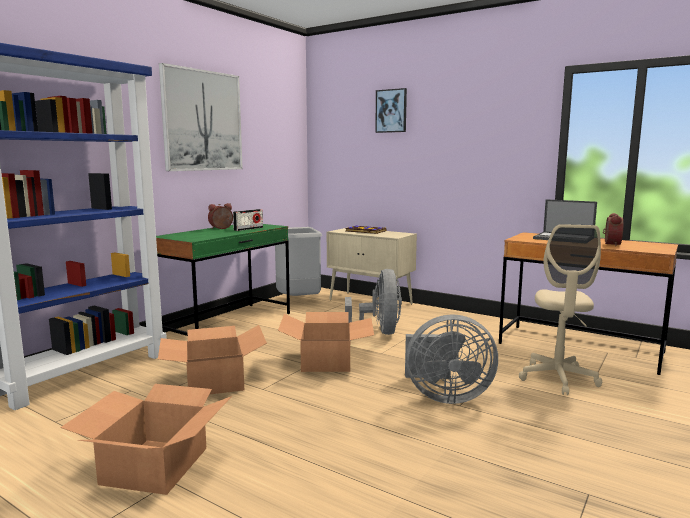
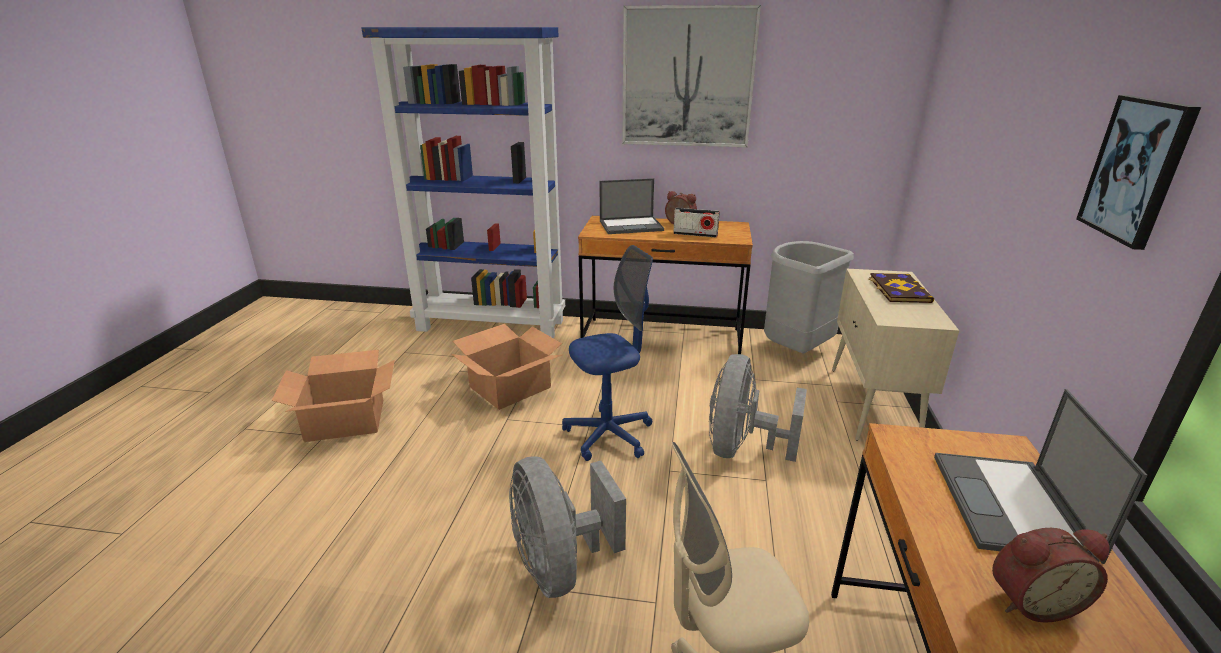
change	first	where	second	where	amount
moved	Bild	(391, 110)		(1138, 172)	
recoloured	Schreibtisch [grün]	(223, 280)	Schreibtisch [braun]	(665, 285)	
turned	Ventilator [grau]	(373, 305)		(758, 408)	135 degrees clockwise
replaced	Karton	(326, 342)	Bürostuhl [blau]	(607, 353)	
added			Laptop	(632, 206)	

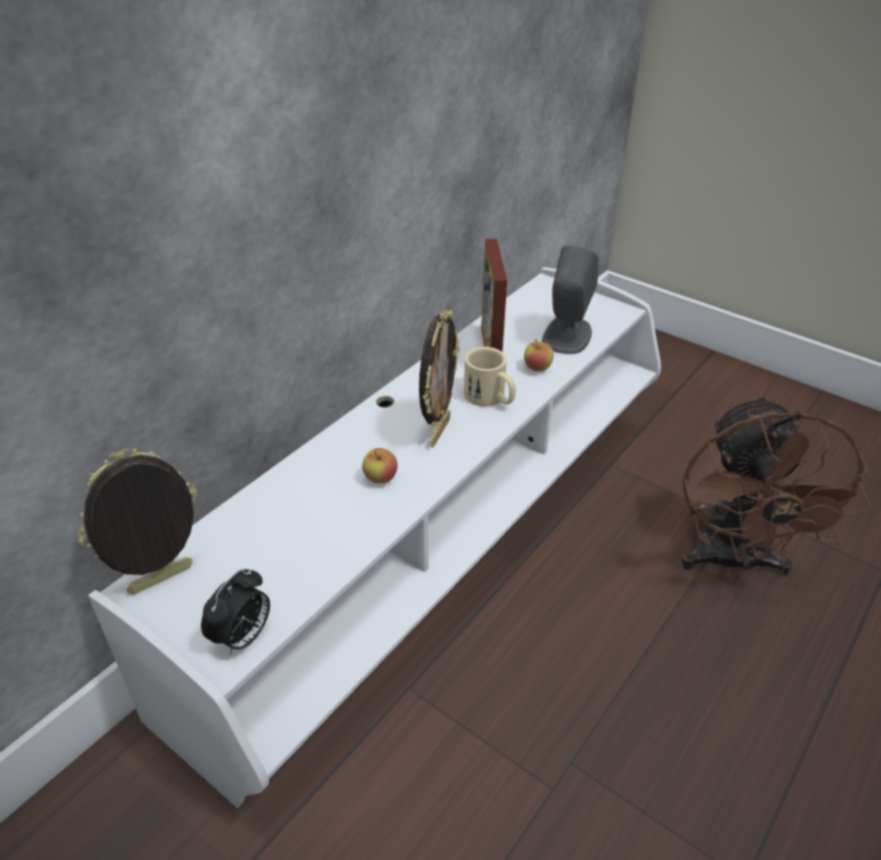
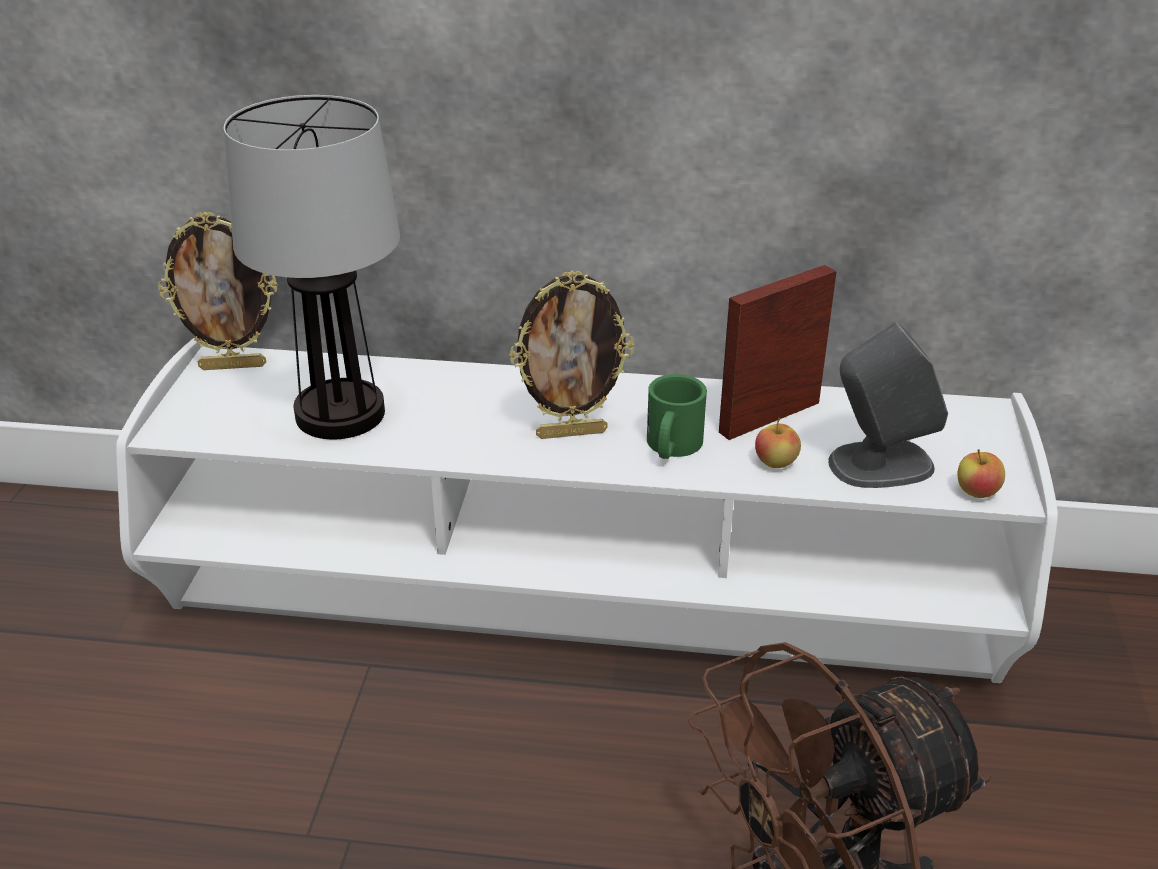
change	first	where	second	where	amount
recoloured	Henkelbecher [beige]	(490, 377)	Henkelbecher [grün]	(677, 416)	
moved	Apfel	(379, 466)		(981, 473)	
turned	Bilderrahmen	(137, 522)		(217, 290)	150 degrees clockwise
removed	Wecker	(235, 612)			
added			Tischlampe	(311, 267)	

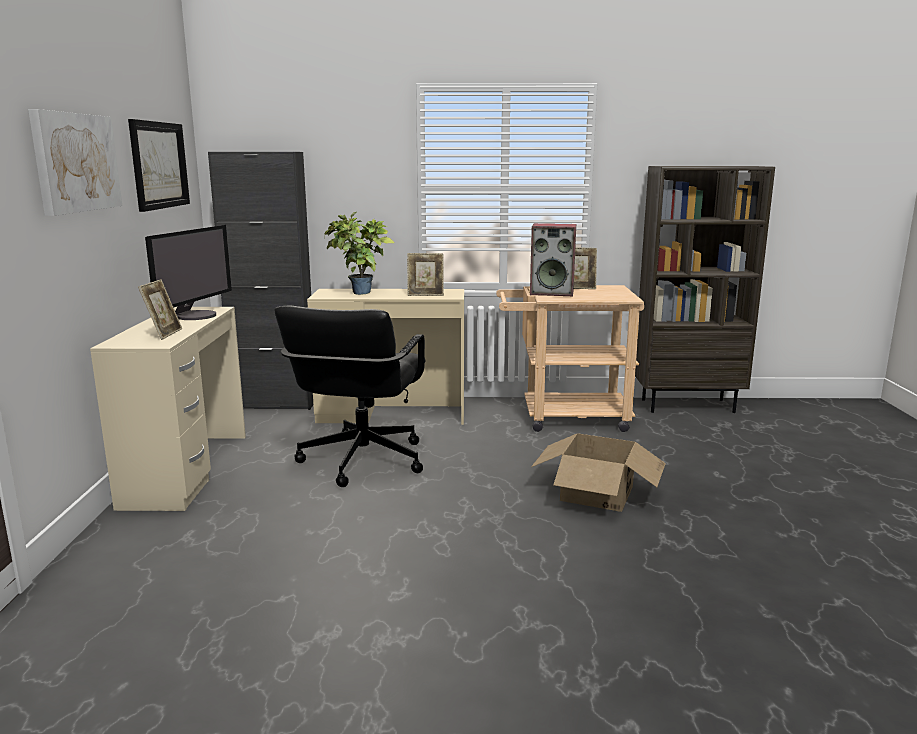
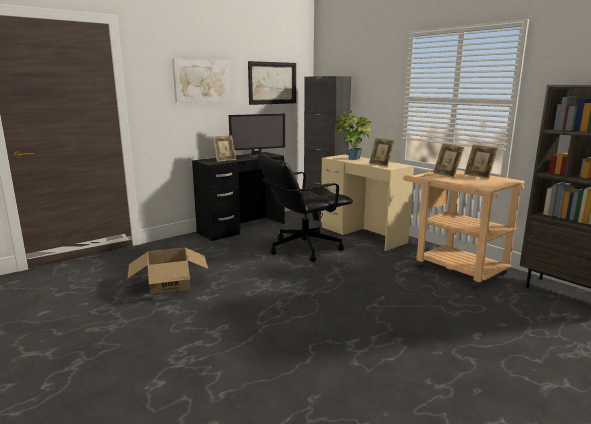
change	first	where	second	where	amount
replaced	Lautsprecher	(553, 259)	Bilderrahmen	(448, 160)	
recoloured	Schreibtisch [beige]	(168, 409)	Schreibtisch [schwarz]	(238, 196)	
moved	Karton	(598, 473)		(167, 271)	

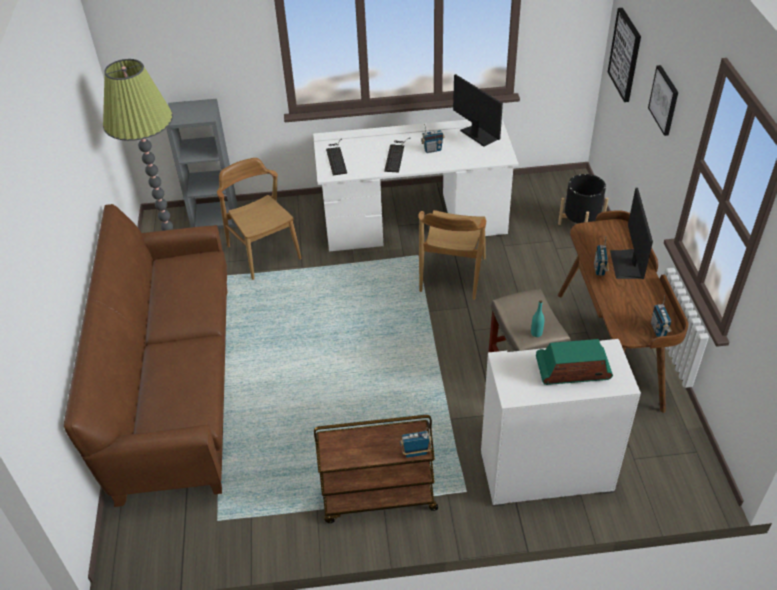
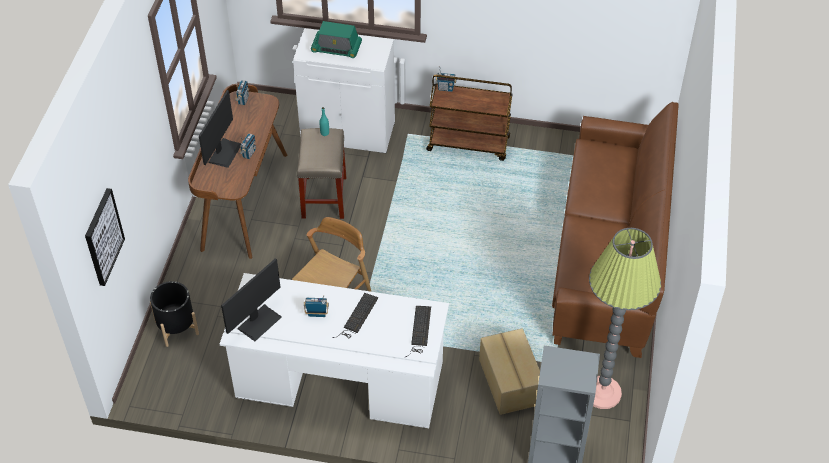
change	first	where	second	where	amount
removed	Bild	(663, 100)			
turned	Monitor	(478, 110)		(251, 299)	120 degrees counterclockwise
replaced	Stuhl [braun]	(259, 219)	Karton	(509, 371)	

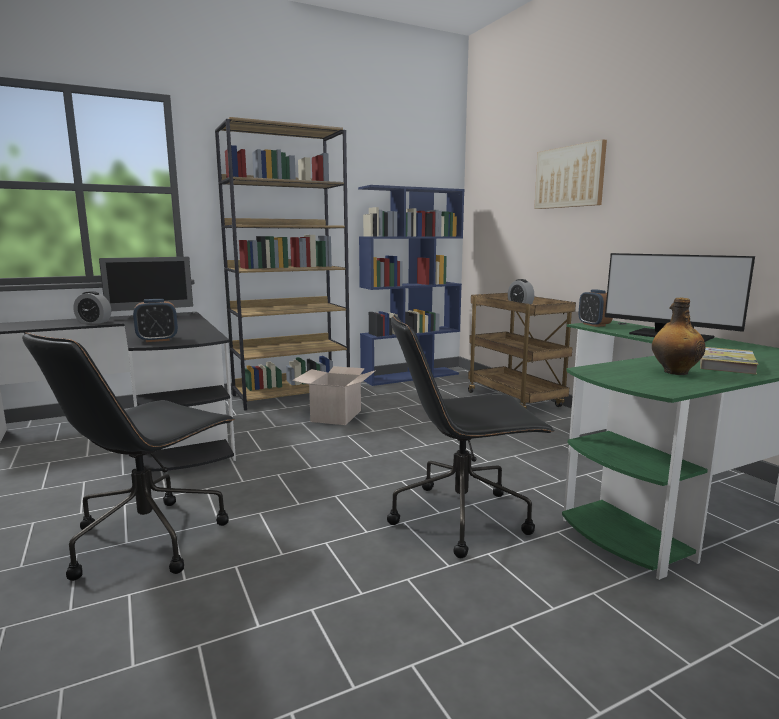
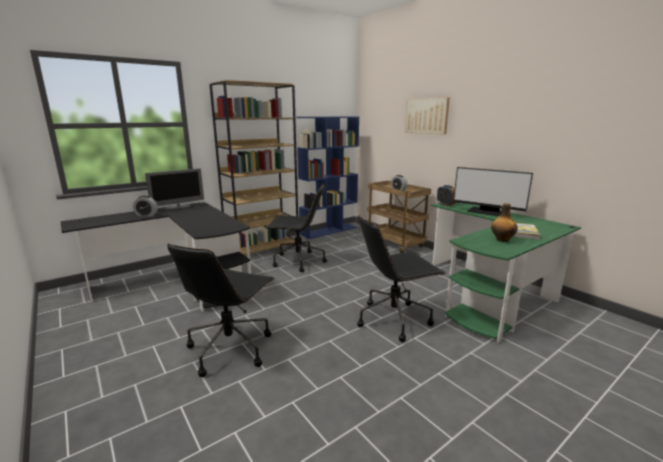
change	first	where	second	where	amount
removed	Wecker	(155, 320)			
replaced	Karton	(334, 395)	Bürostuhl [schwarz]	(296, 228)	

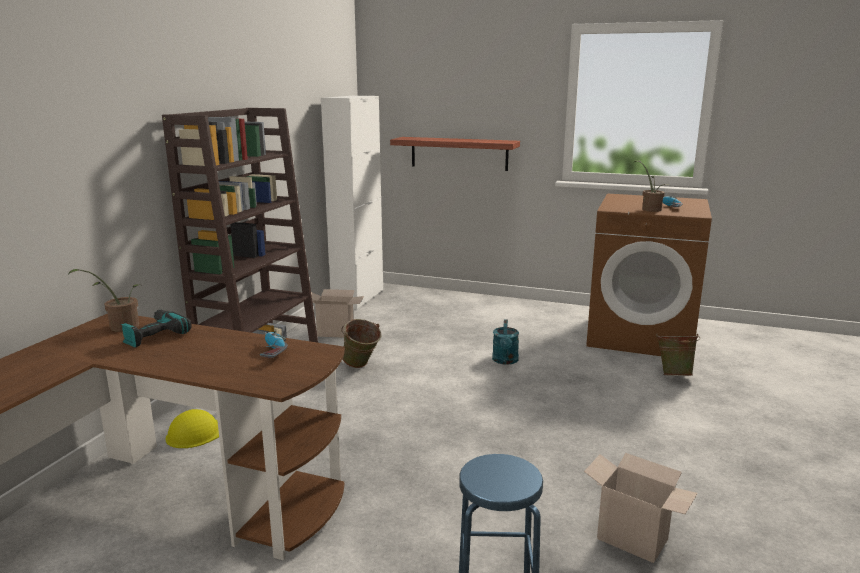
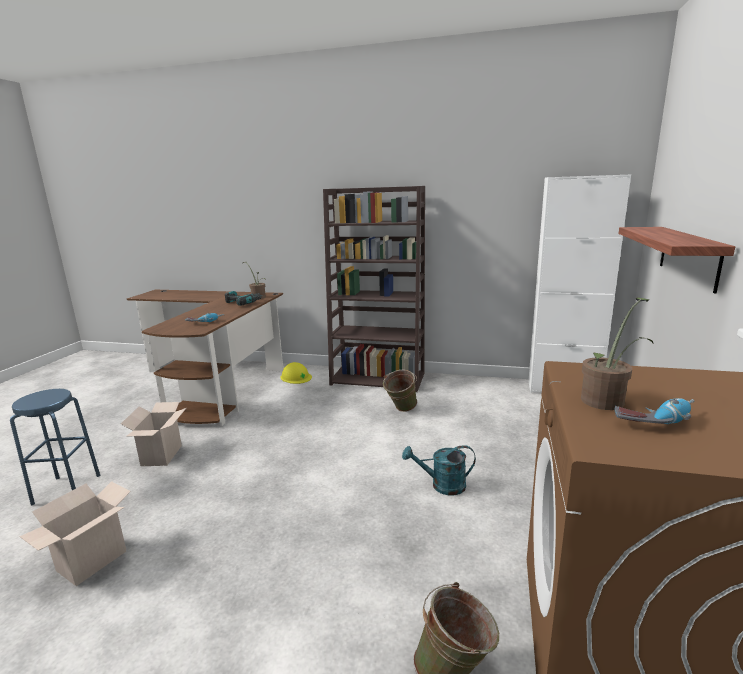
change	first	where	second	where	amount
moved	Karton	(337, 313)		(153, 434)	

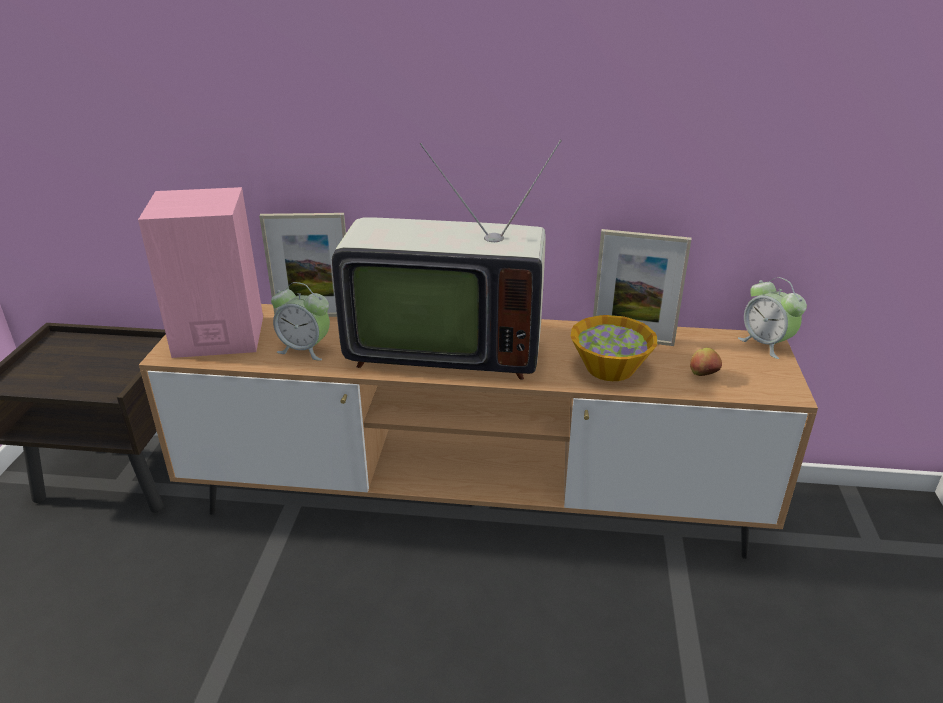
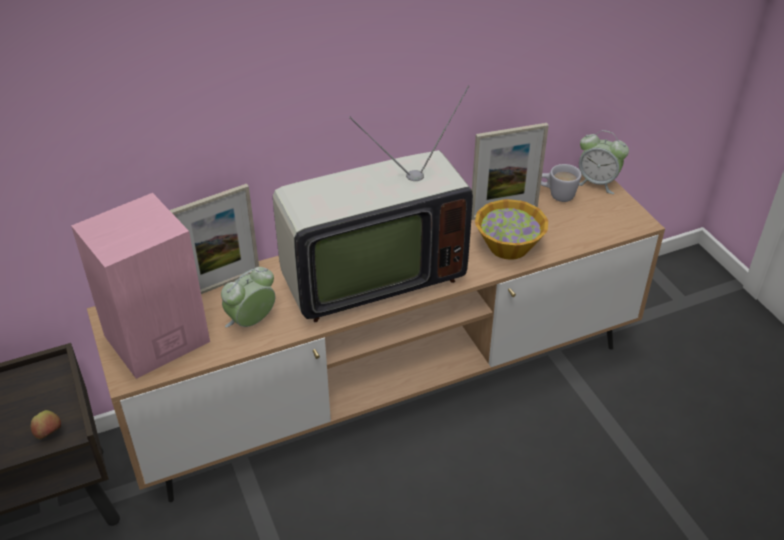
change	first	where	second	where	amount
turned	Wecker	(300, 321)		(248, 297)	150 degrees clockwise
moved	Apfel	(706, 362)		(46, 424)	
added			Henkelbecher [weiß]	(561, 183)	

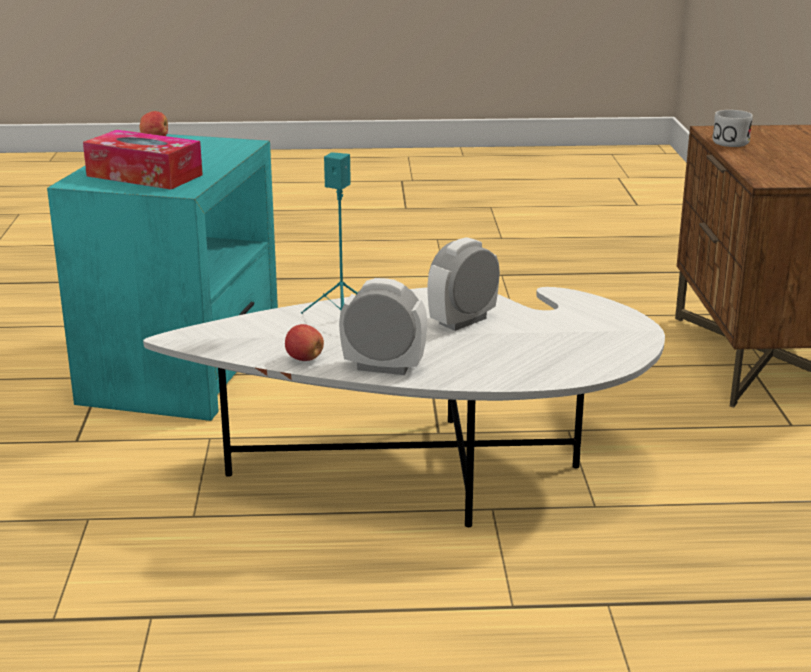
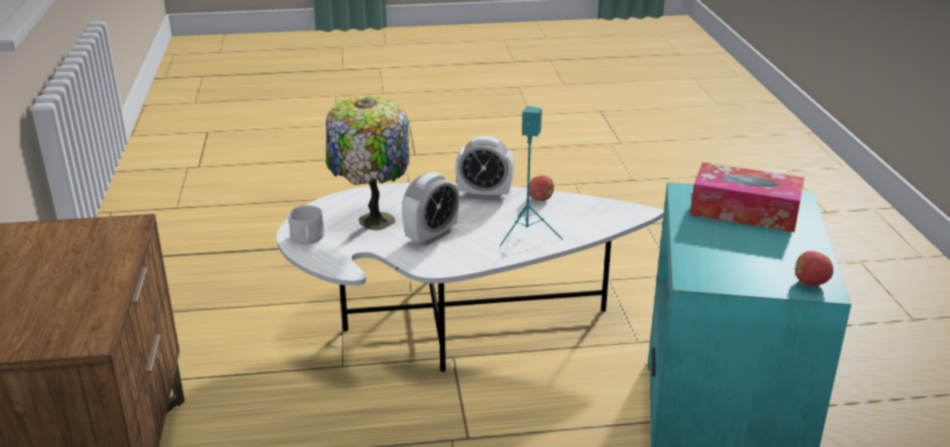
change	first	where	second	where	amount
moved	Henkelbecher [weiß]	(732, 128)		(306, 224)	
added			Tischlampe	(367, 164)	

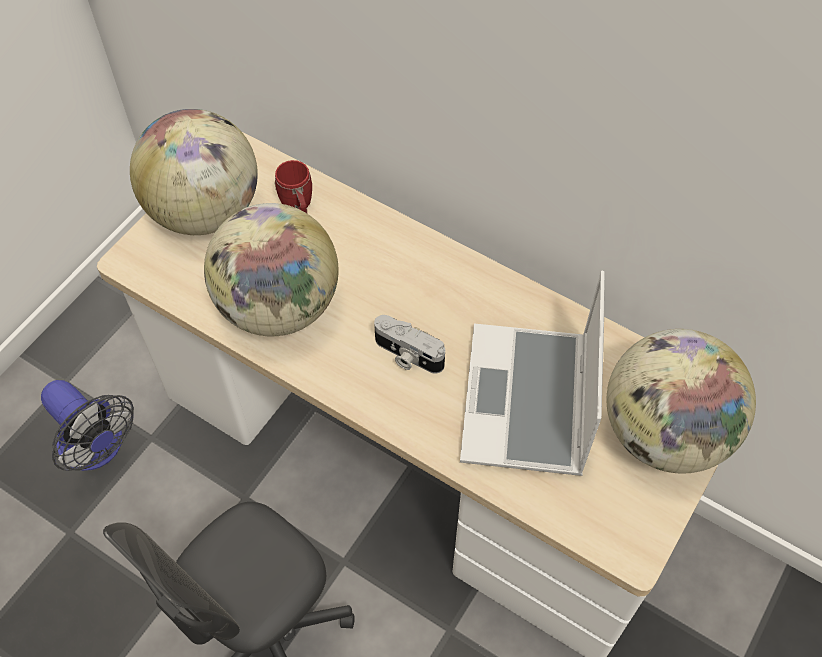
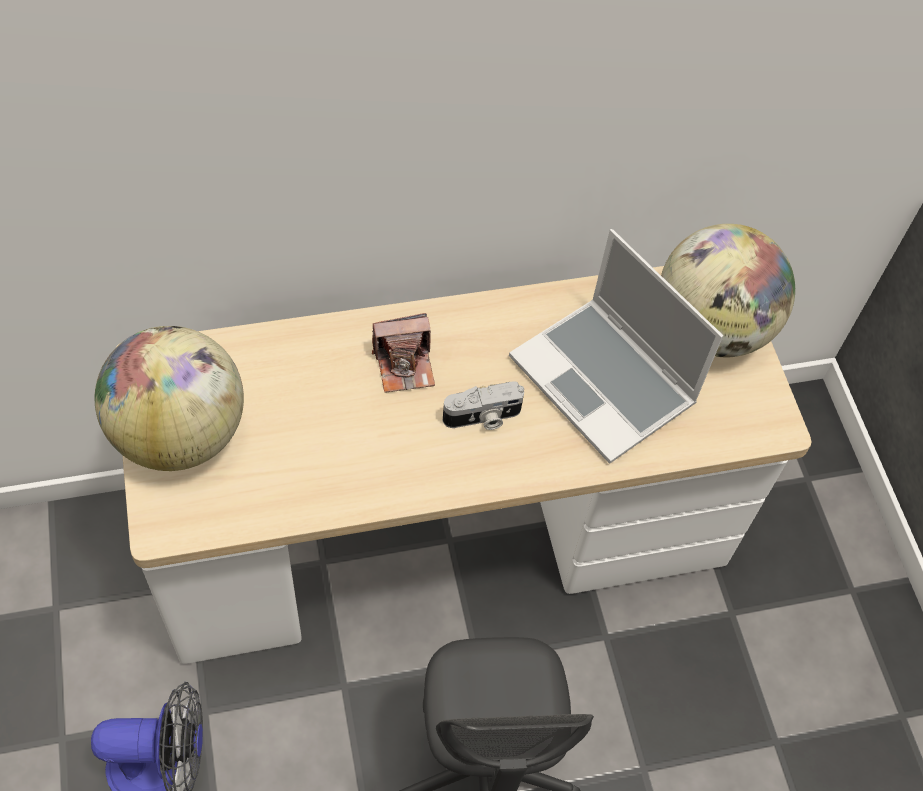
change	first	where	second	where	amount
removed	Henkelbecher [rot]	(293, 186)			
removed	Globus	(271, 270)			
added			Kamera	(403, 353)	

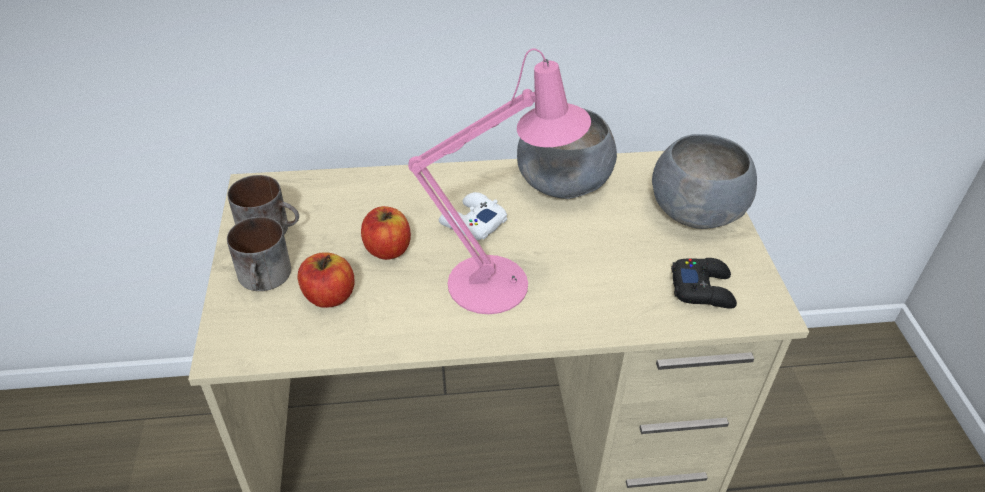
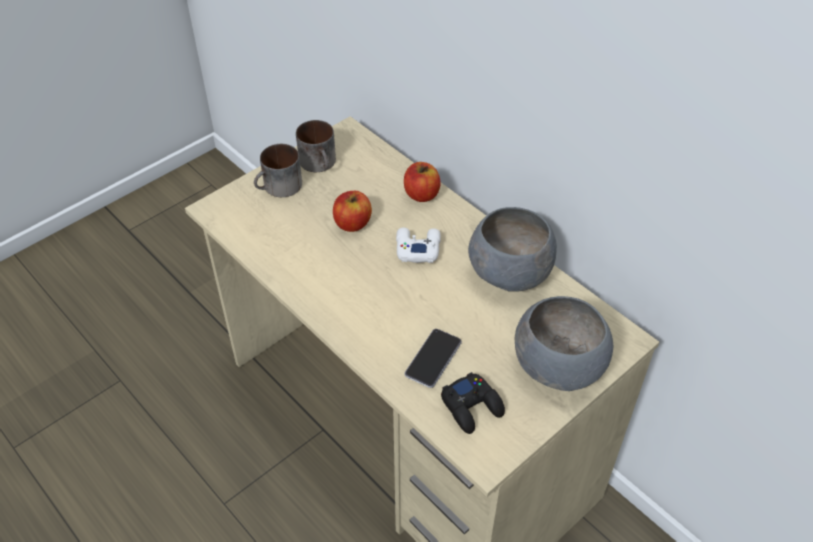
change	first	where	second	where	amount
removed	Tischlampe [rosa]	(499, 181)			
moved	Apfel	(326, 280)		(422, 182)	
added			Handy	(433, 358)	

